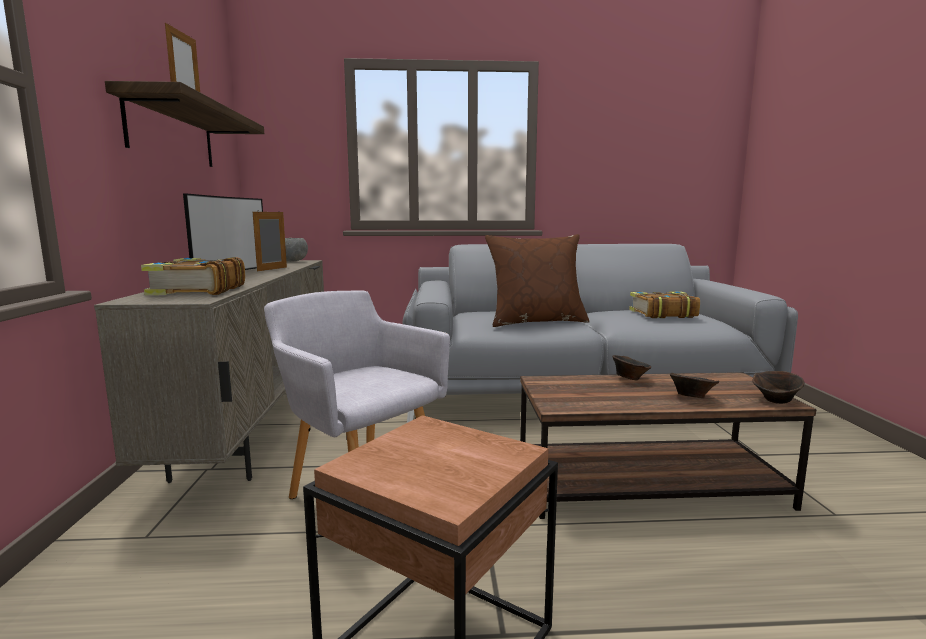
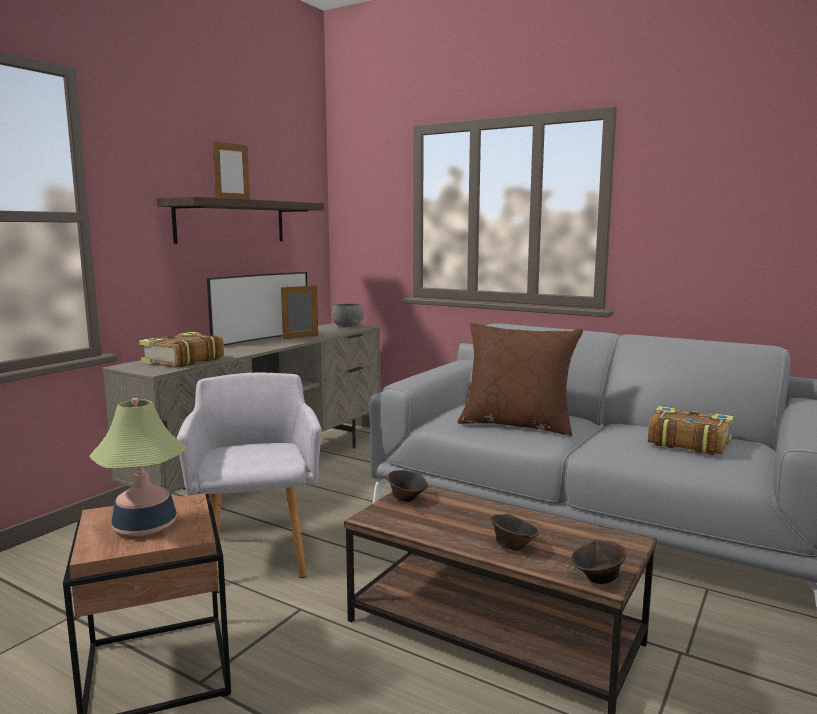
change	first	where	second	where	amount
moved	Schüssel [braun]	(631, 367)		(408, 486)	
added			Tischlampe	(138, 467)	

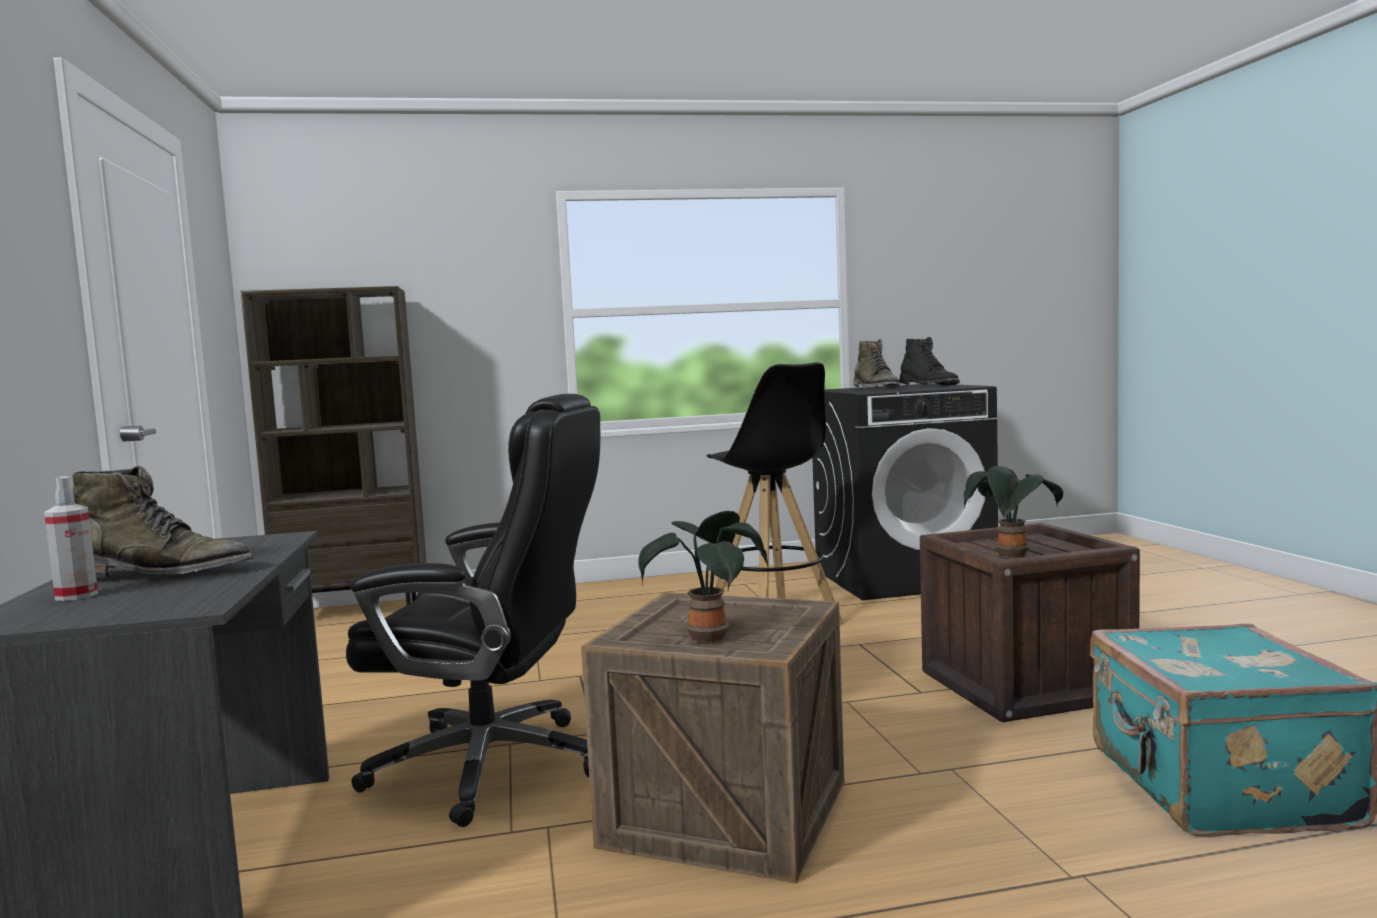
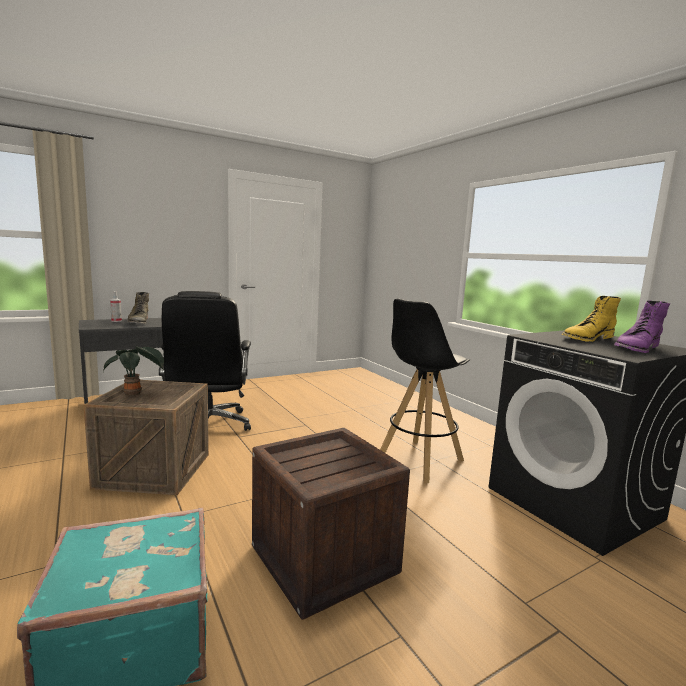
change	first	where	second	where	amount
removed	Bücherregal [braun]	(333, 445)			
recoloured	Stiefel [schwarz]	(929, 361)	Stiefel [lila]	(642, 326)	
recoloured	Stiefel [grün]	(877, 363)	Stiefel [gelb]	(591, 319)	
removed	Topfpflanze	(1013, 512)			

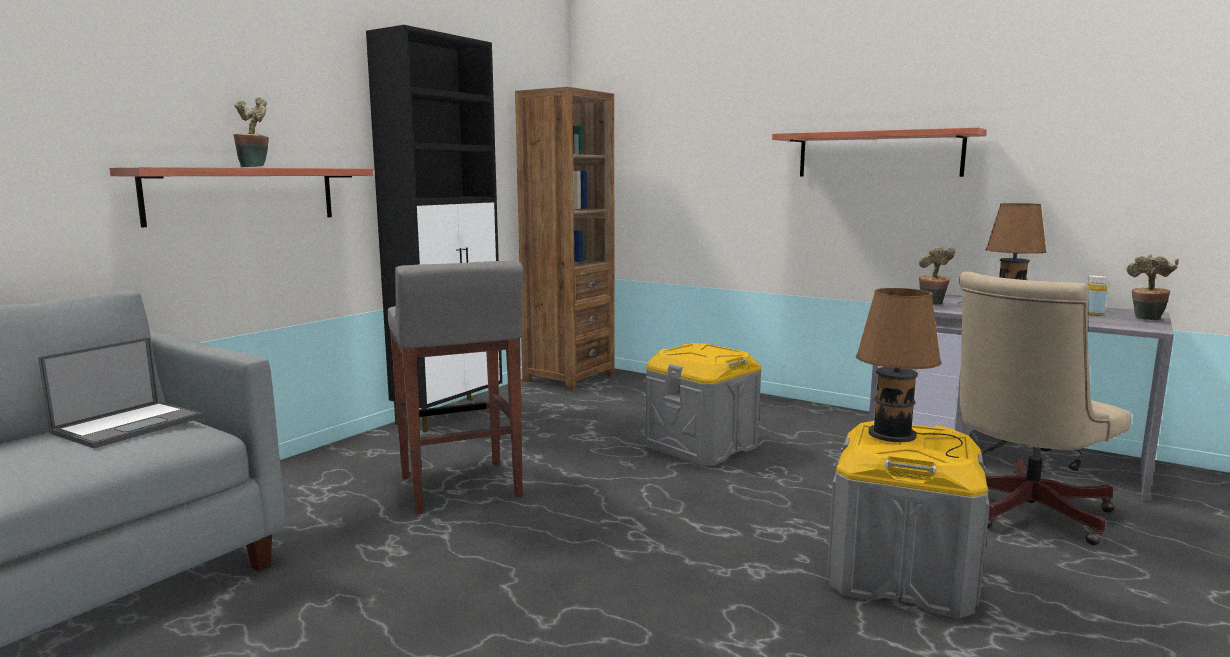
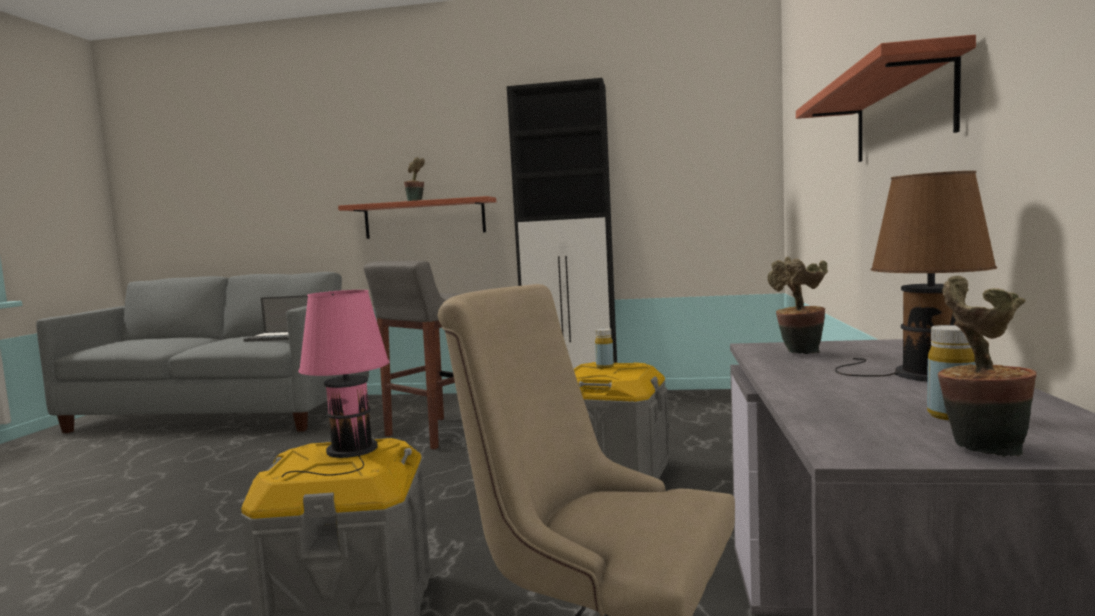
change	first	where	second	where	amount
removed	Bücherregal [braun]	(564, 239)			
recoloured	Tischlampe [braun]	(909, 373)	Tischlampe [rosa]	(335, 383)	
added			Flasche [gelb]	(604, 348)	

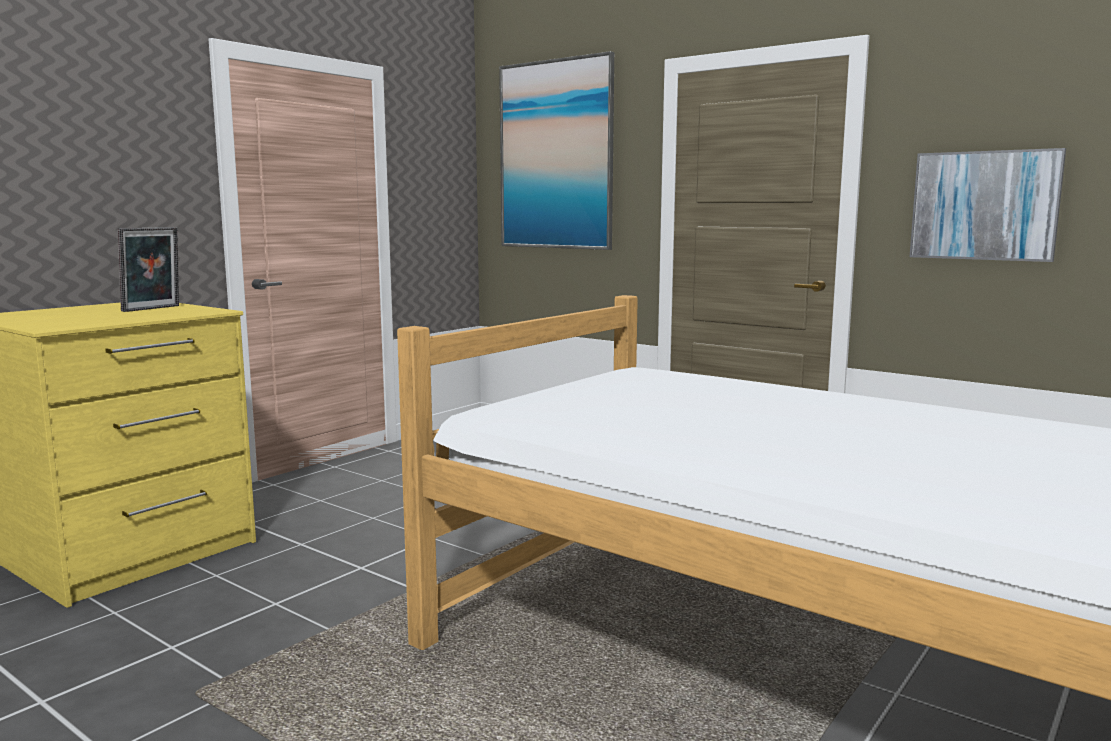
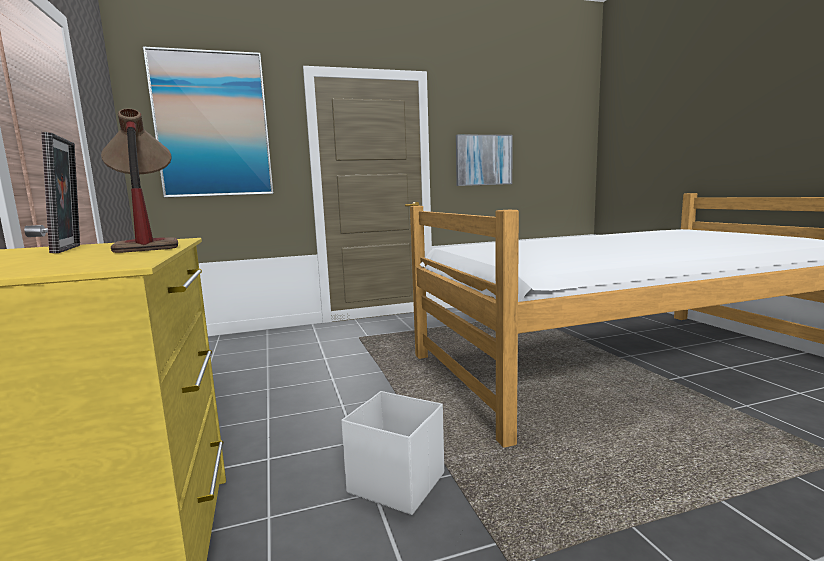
change	first	where	second	where	amount
added			Tischlampe	(139, 181)	
added			Aufbewahrungsbox [weiß]	(392, 453)	

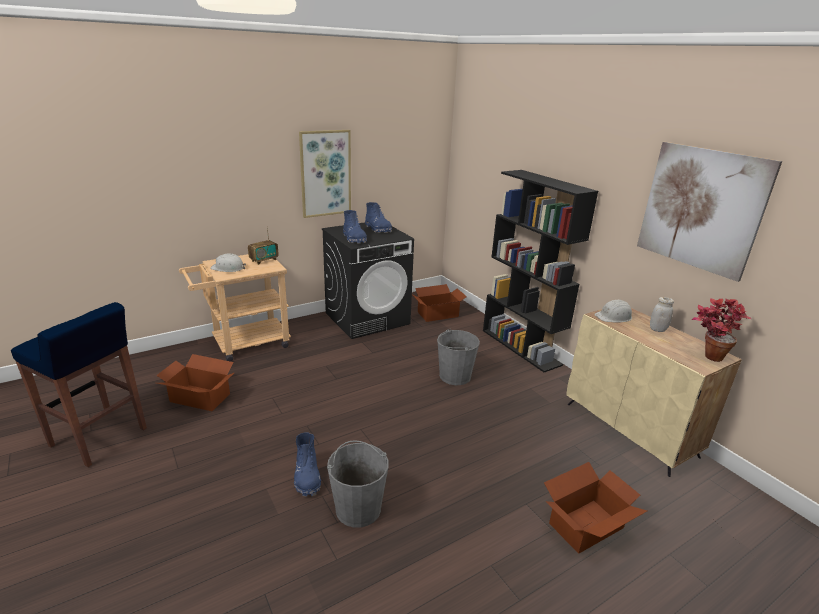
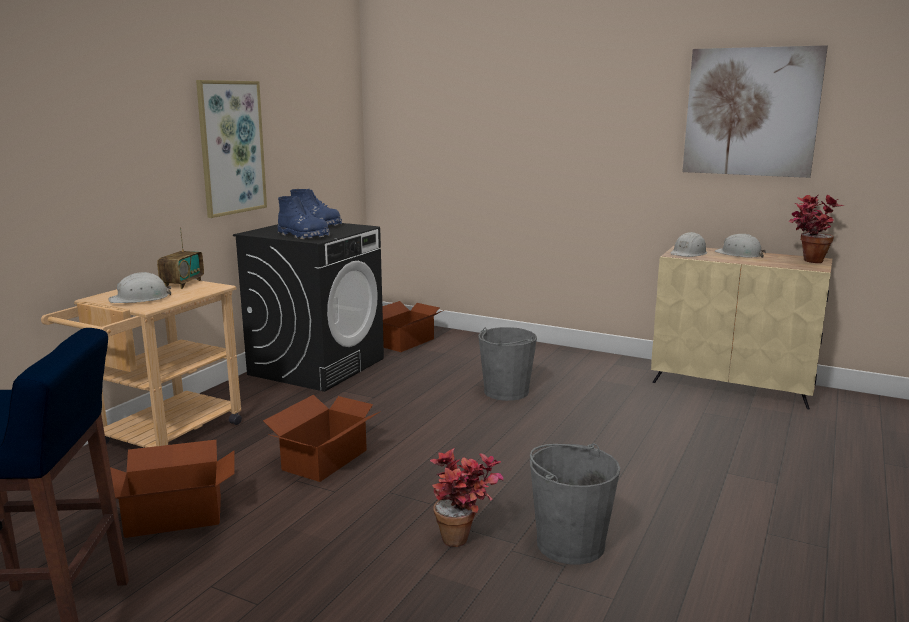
change	first	where	second	where	amount
removed	Bücherregal [schwarz]	(540, 271)			
replaced	Vorratsglas [weiß]	(662, 314)	Schutzhelm [weiß]	(740, 246)	
replaced	Stiefel [blau]	(307, 464)	Topfpflanze	(467, 497)	
moved	Karton	(595, 507)		(322, 438)	

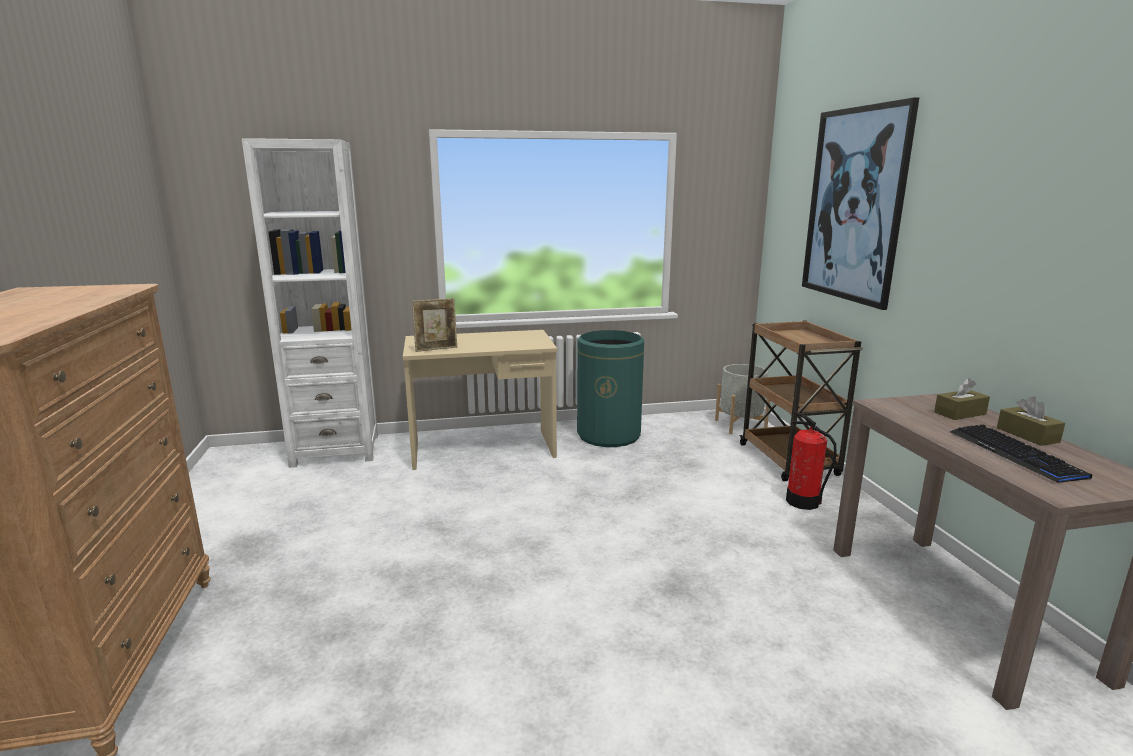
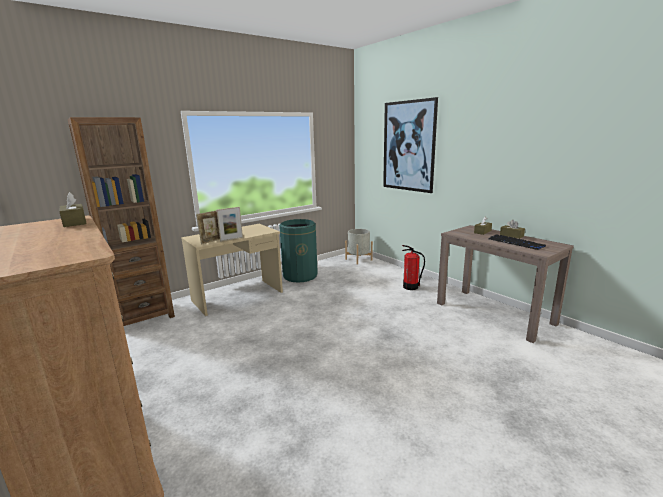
change	first	where	second	where	amount
recoloured	Bücherregal [weiß]	(310, 303)	Bücherregal [braun]	(121, 221)	
removed	Rollwagen [braun]	(801, 401)			
added			Taschentuchbox [braun]	(73, 209)	
added			Bilderrahmen	(229, 224)	

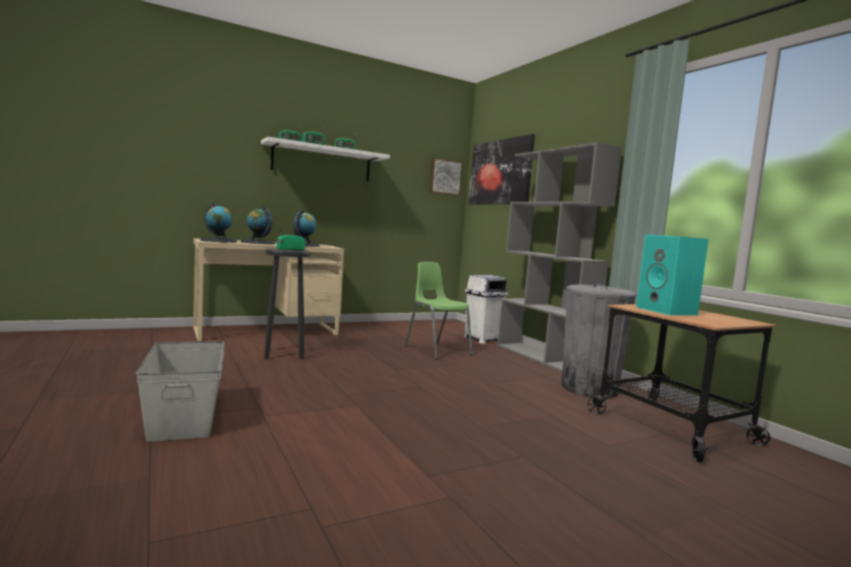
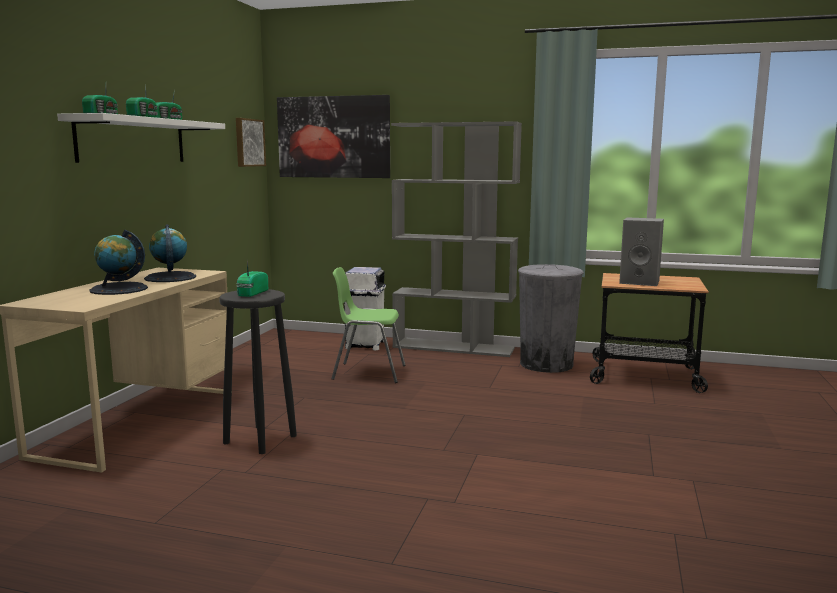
change	first	where	second	where	amount
removed	Globus	(218, 222)			
recoloured	Lautsprecher [türkis]	(672, 275)	Lautsprecher [grau]	(641, 251)	
removed	Aufbewahrungsbox [grau]	(180, 391)			

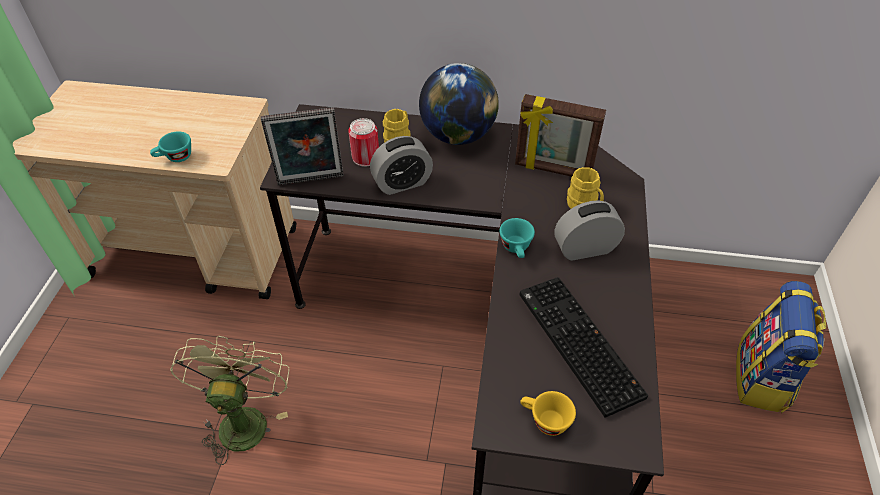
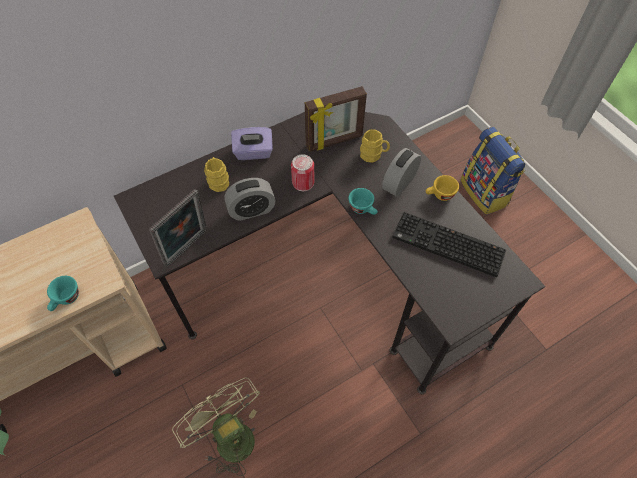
change	first	where	second	where	amount
replaced	Globus	(459, 104)	Taschentuchbox [lila]	(252, 143)	
moved	Dose	(363, 142)		(302, 172)	
turned	Wecker	(401, 165)		(249, 199)	45 degrees clockwise
moved	Tasse [gelb]	(548, 413)		(442, 188)	

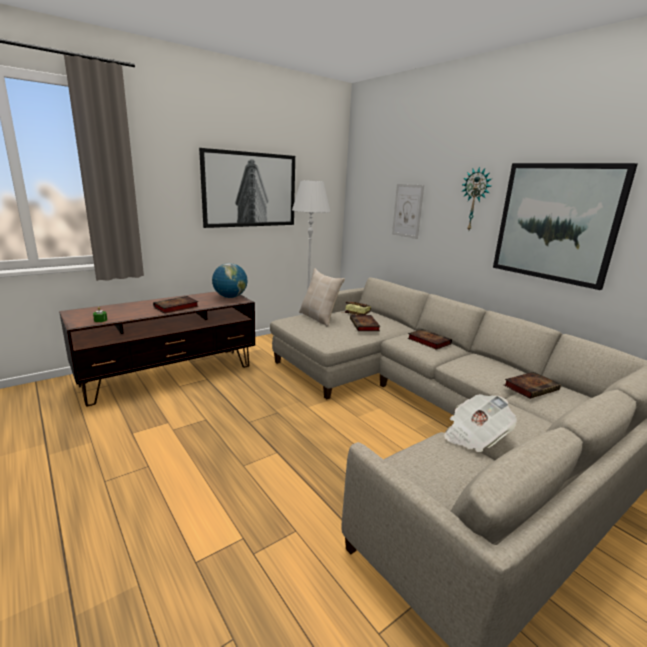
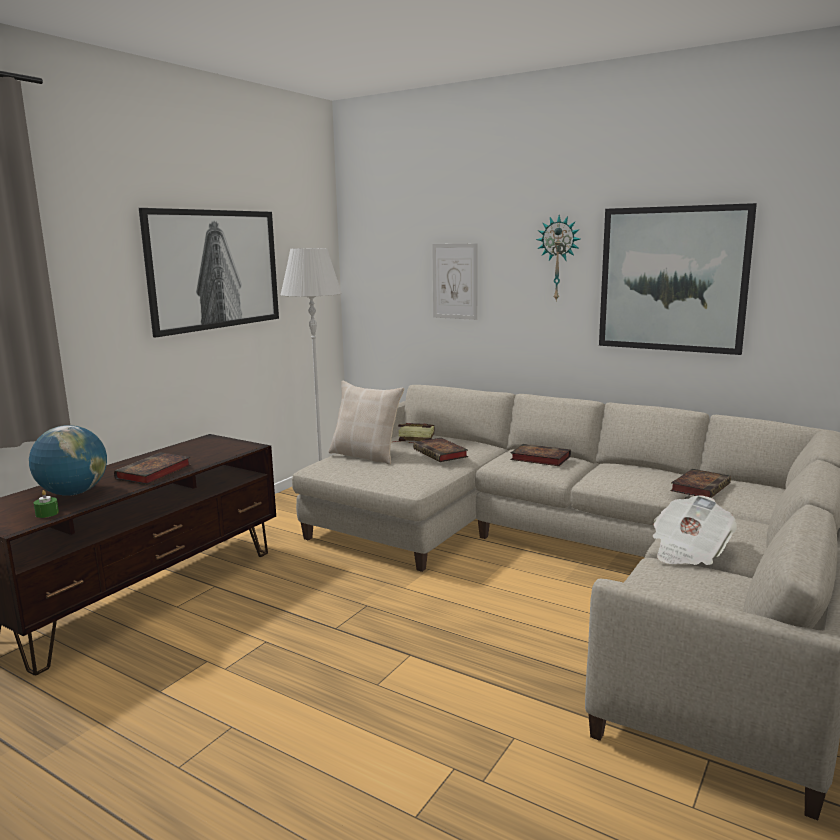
change	first	where	second	where	amount
moved	Globus	(229, 280)		(68, 460)	

